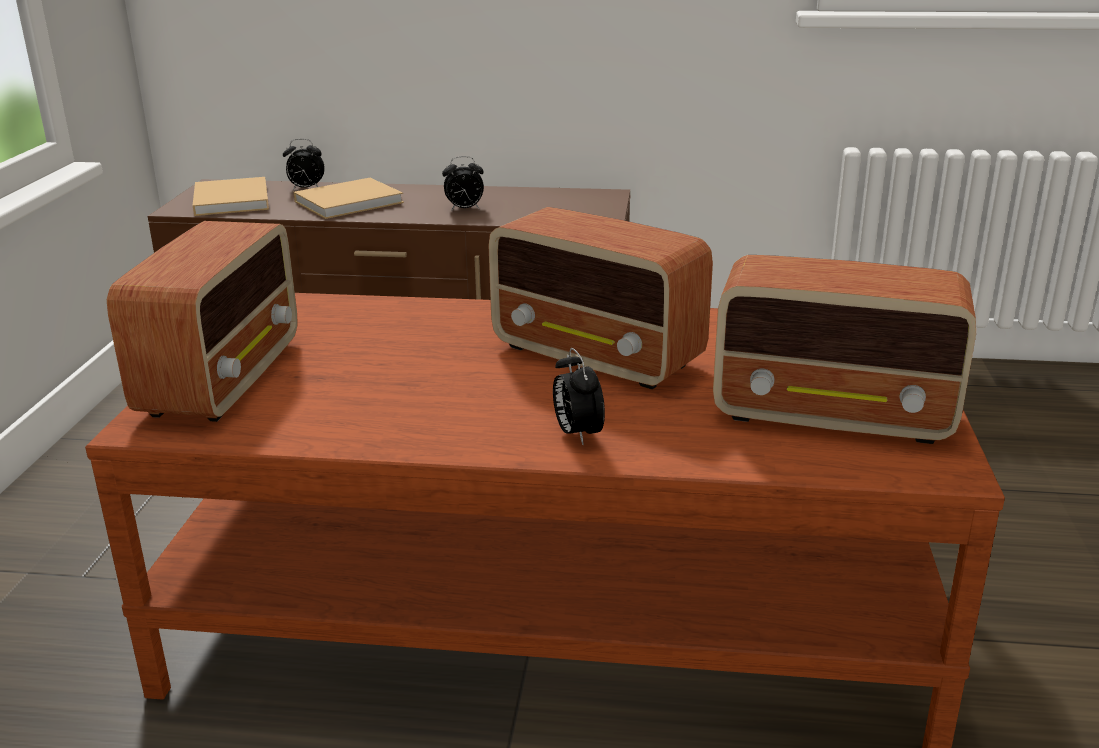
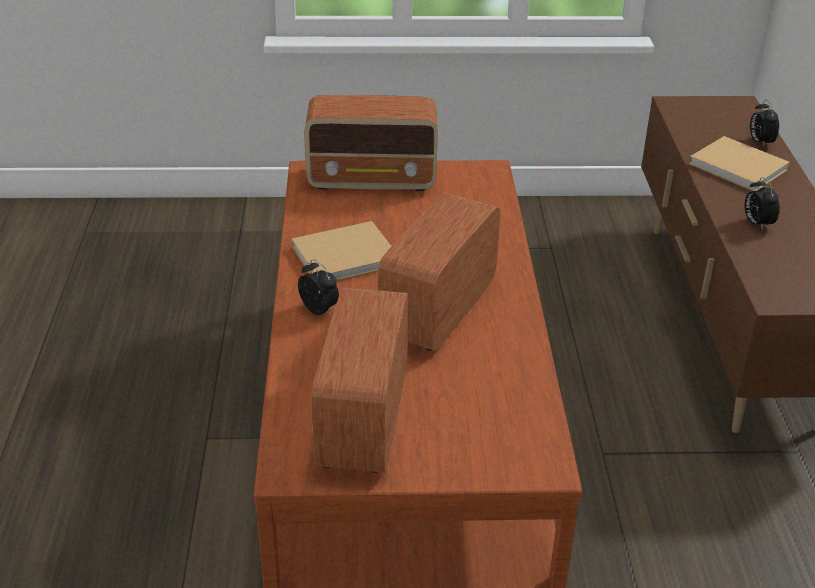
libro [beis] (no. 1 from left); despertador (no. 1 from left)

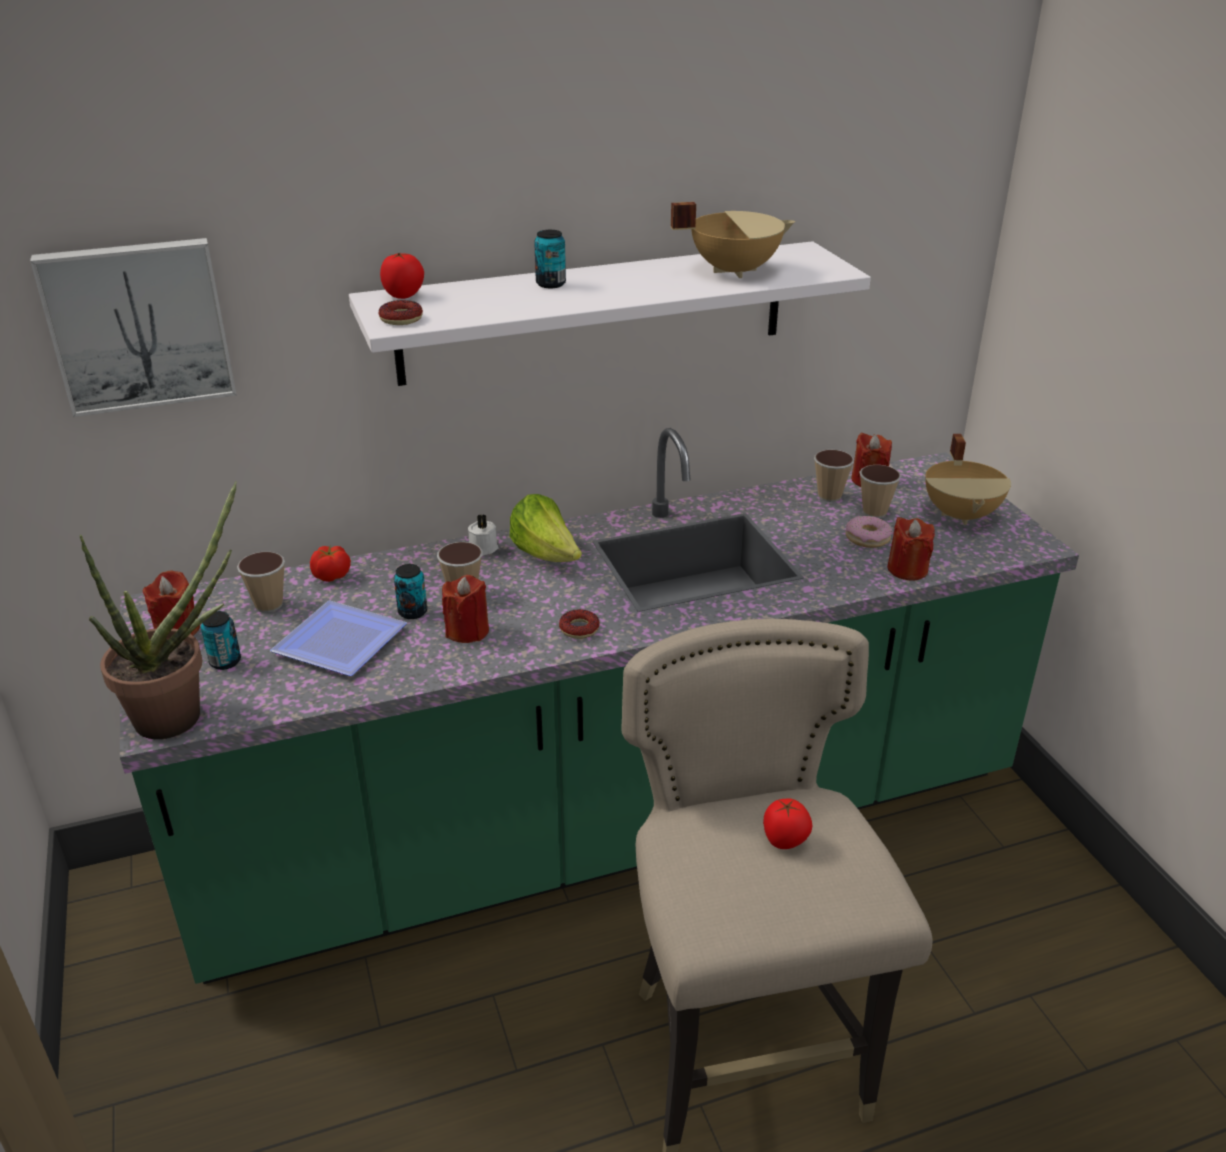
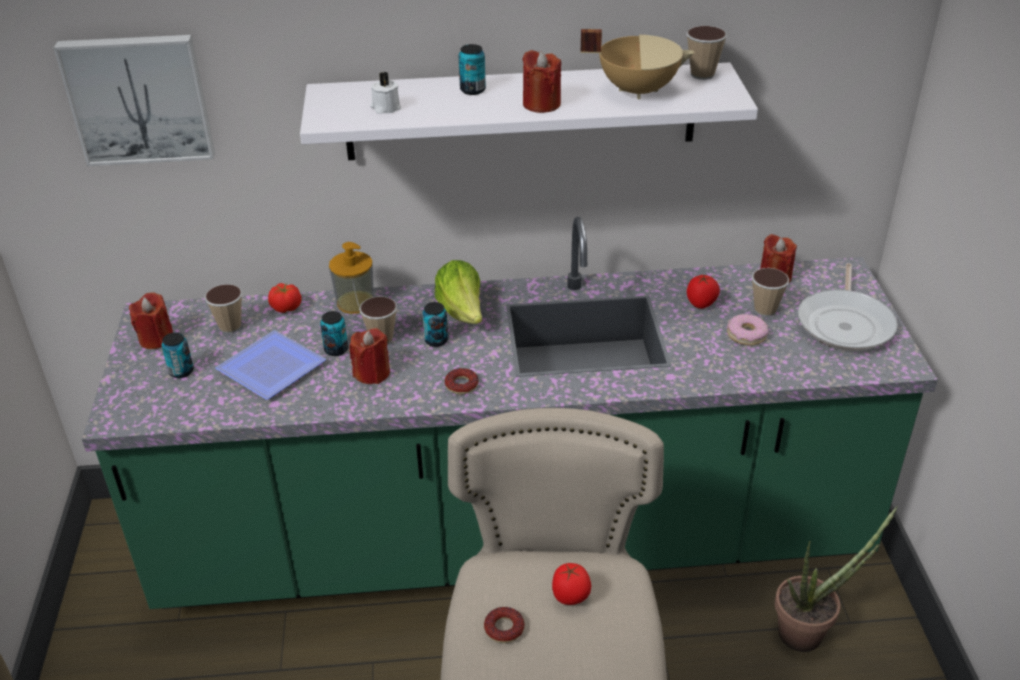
tomate (no. 3 from left); rosquilla (no. 2 from left); sartén; taza (no. 3 from left); planta en maceta; vela [blanco]; vela [rojo] (no. 3 from left); dispensador de jabón; lata (no. 3 from left)

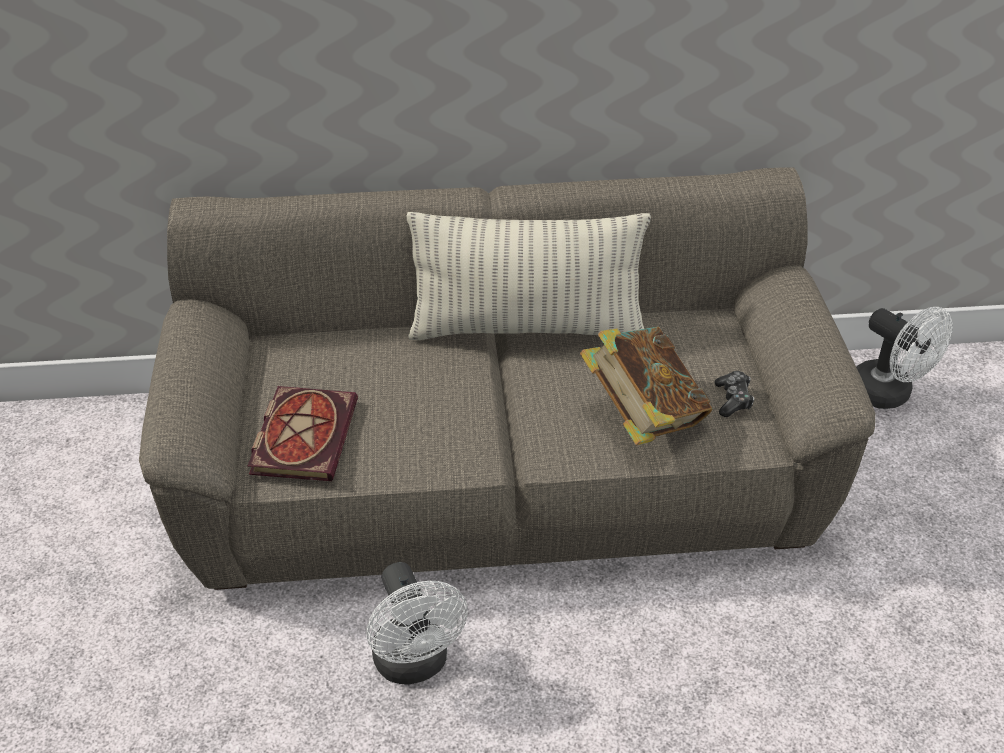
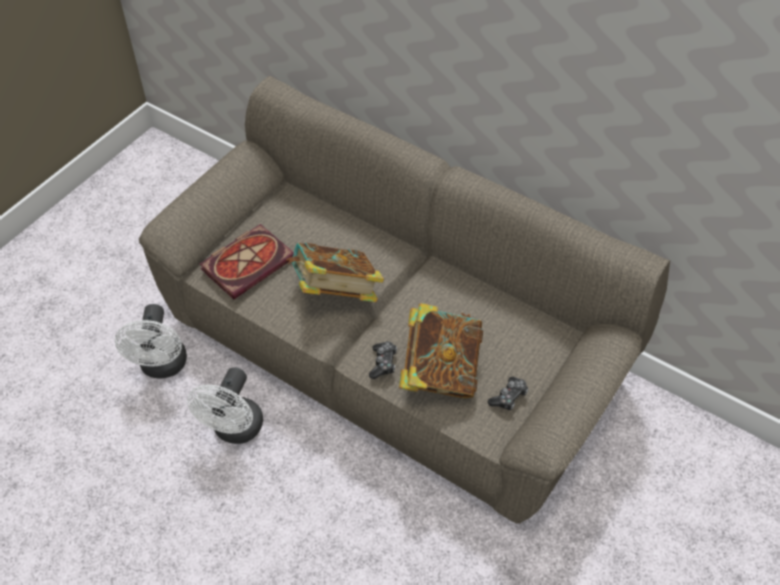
cojín; ventilador [blanco] (no. 1 from left); libro (no. 2 from left); mando de consola (no. 1 from left)

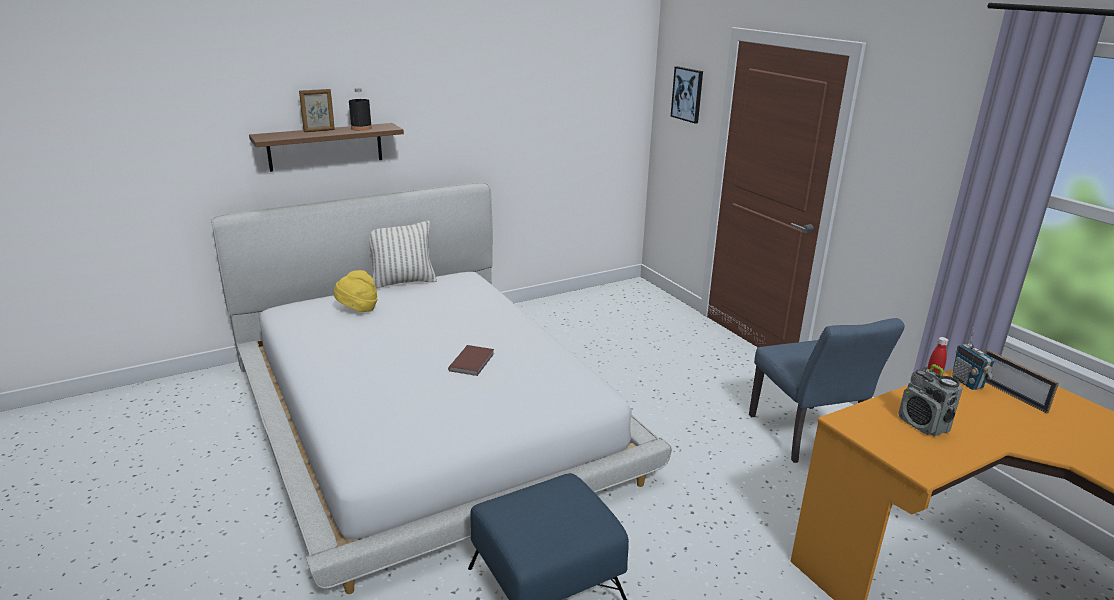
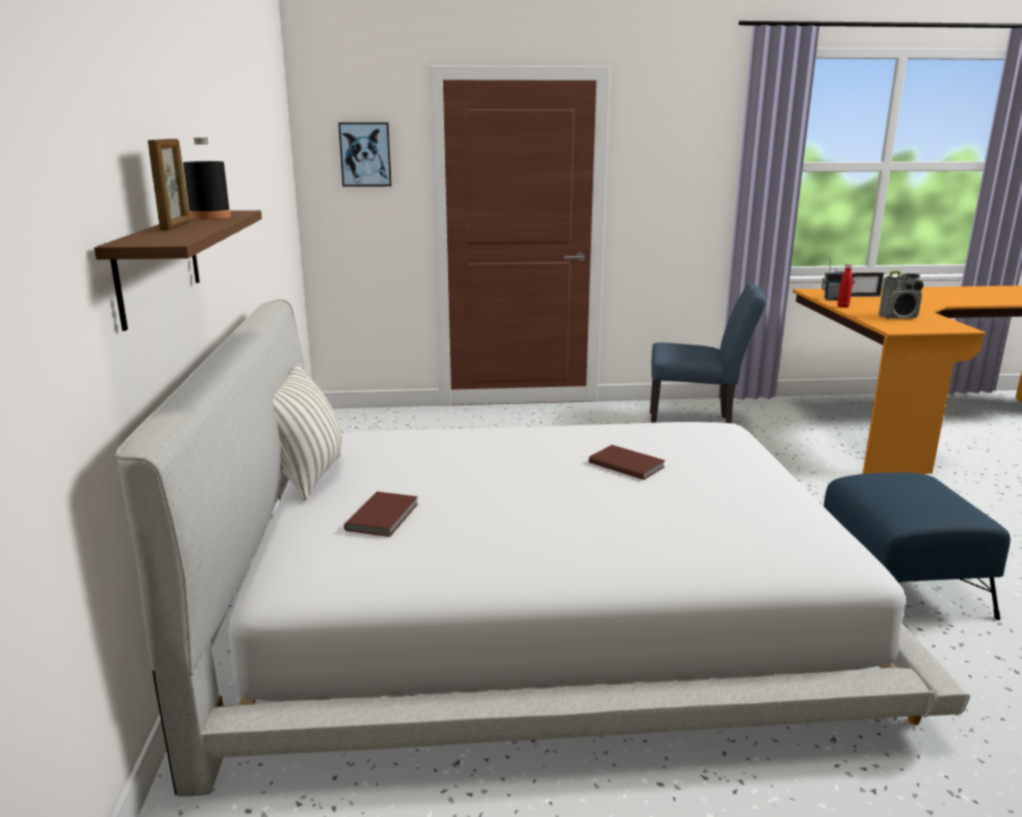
libro [marrón] (no. 1 from left)

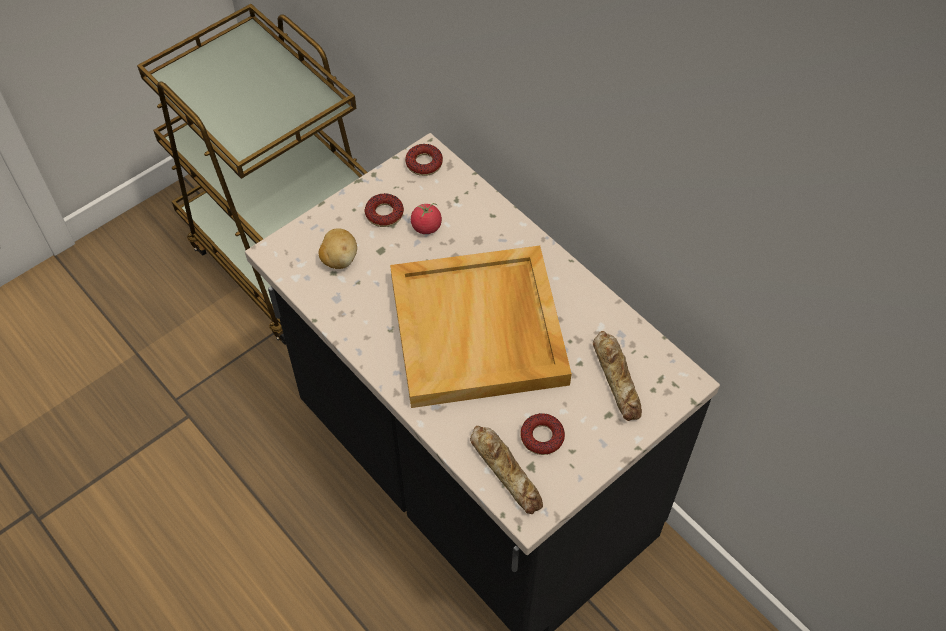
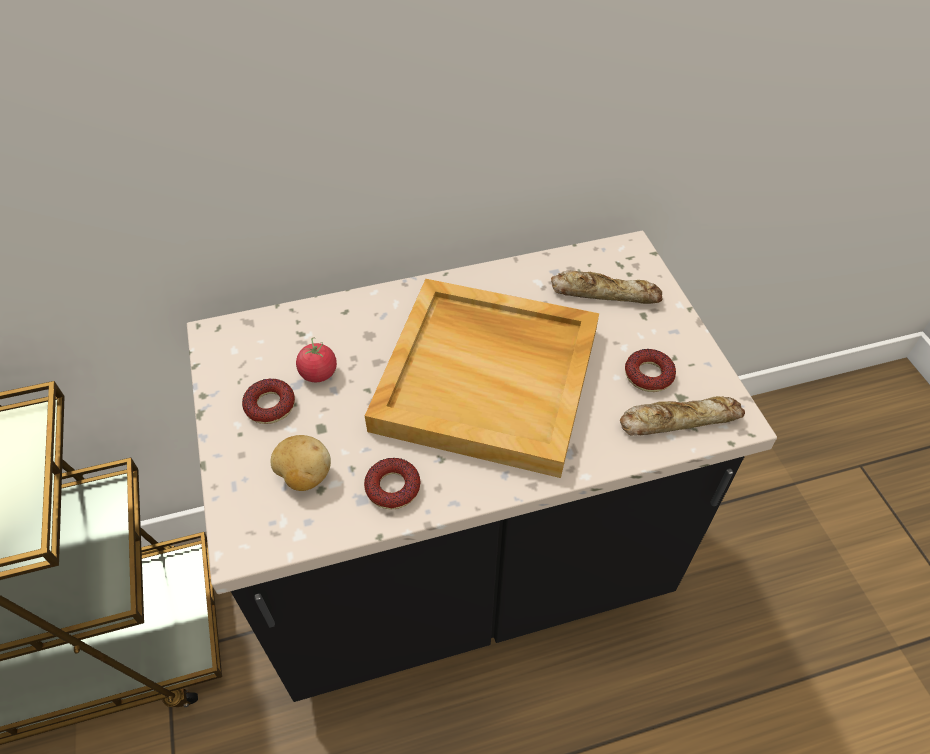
rosquilla (no. 2 from left)

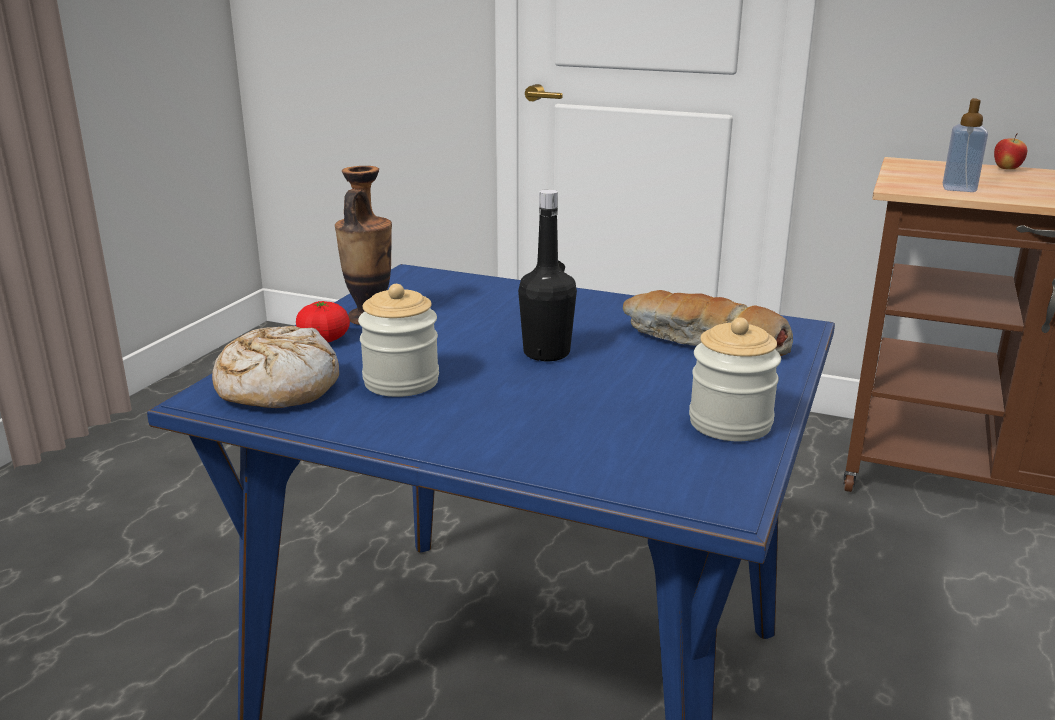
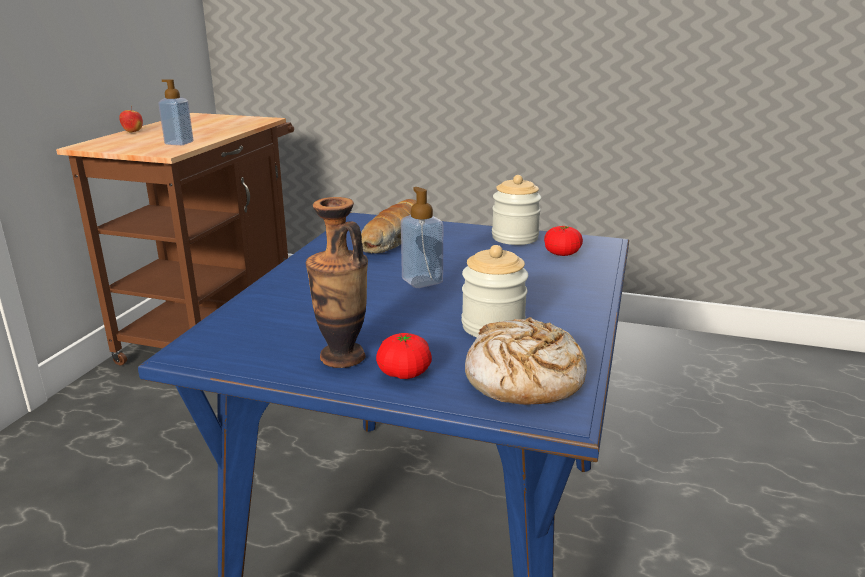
dispensador de jabón (no. 2 from left); tomate (no. 2 from left)

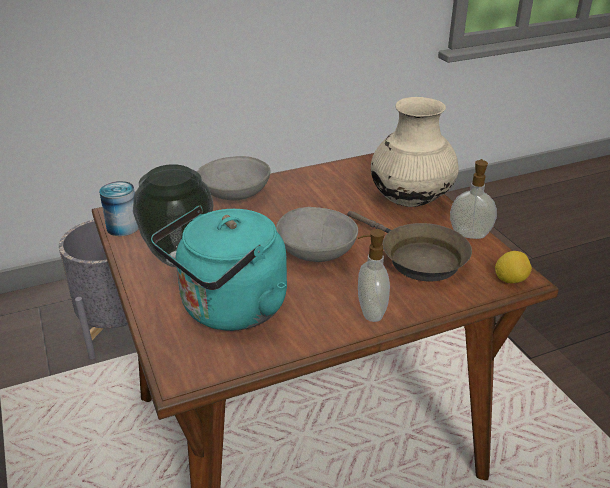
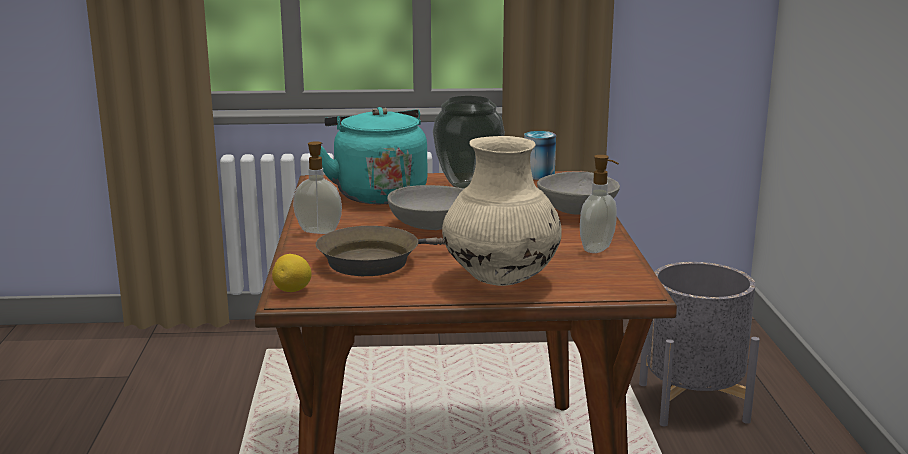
dispensador de jabón (no. 2 from left)

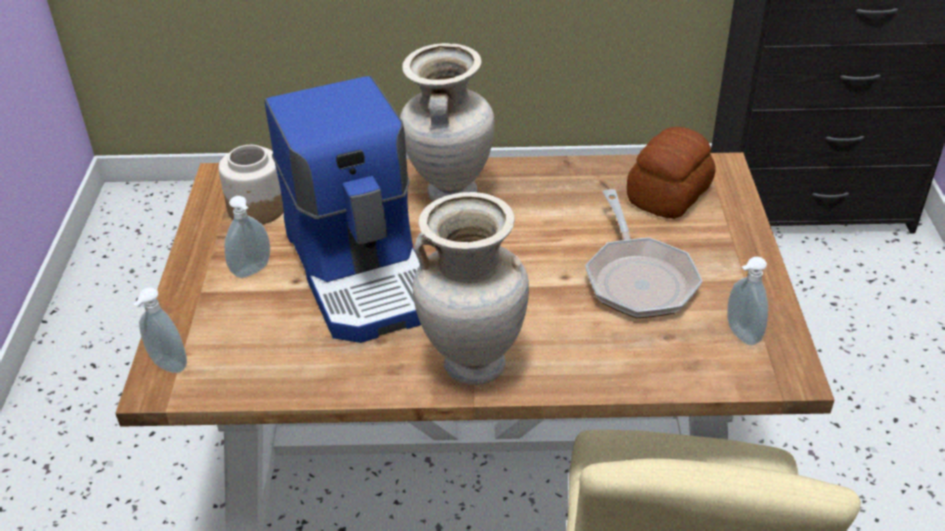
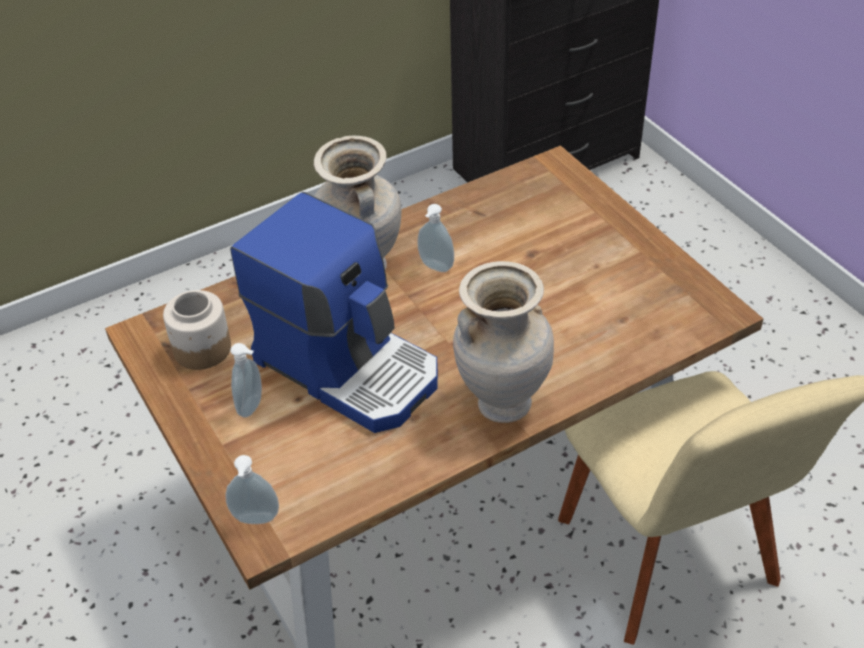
pan; sartén; dispensador de jabón (no. 3 from left)

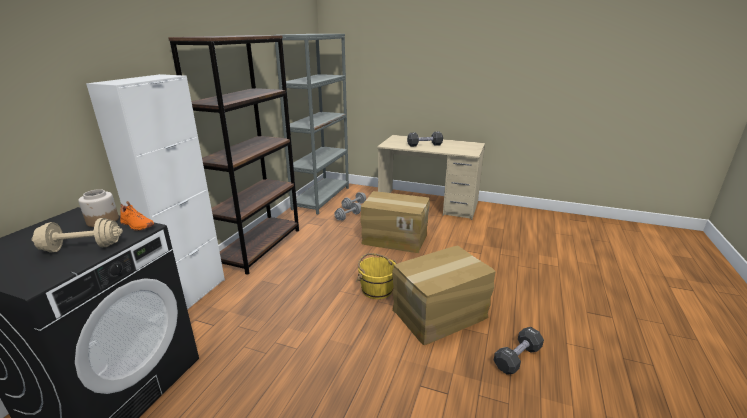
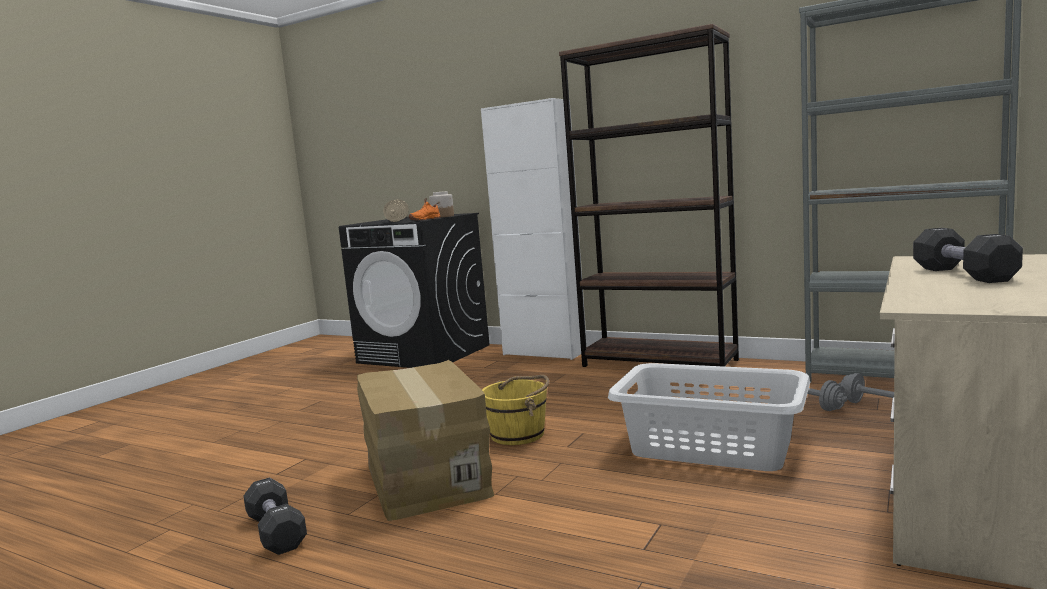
cesto de la ropa [blanco]

